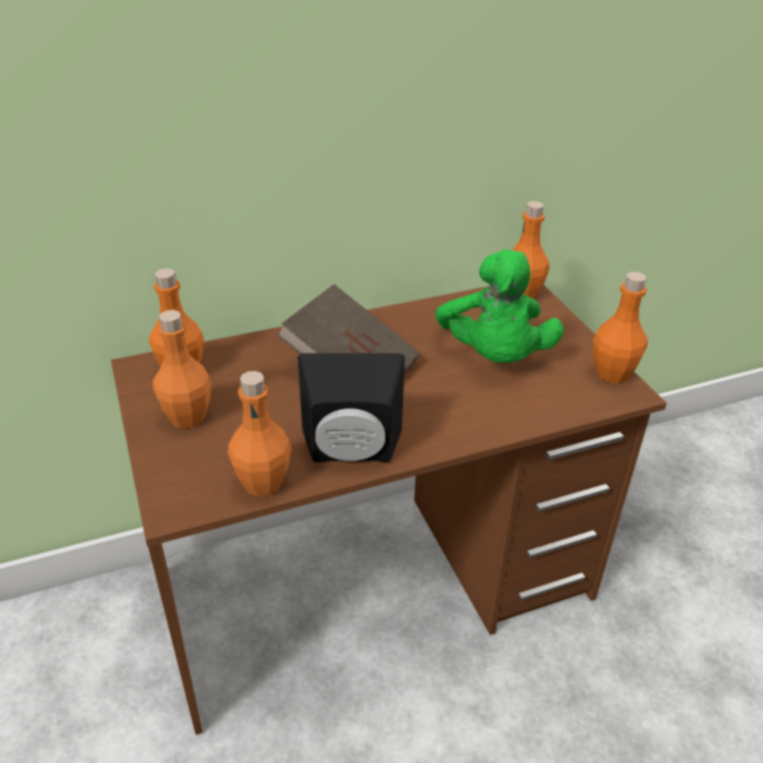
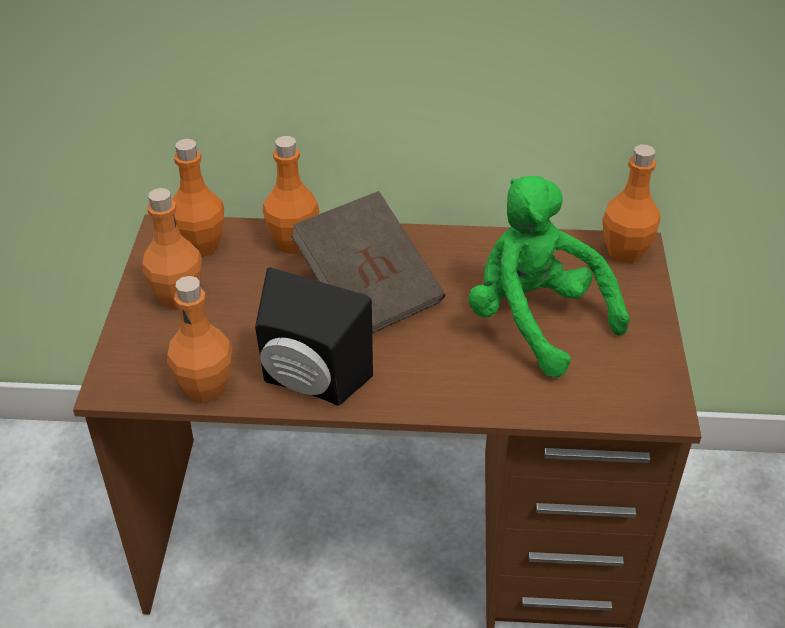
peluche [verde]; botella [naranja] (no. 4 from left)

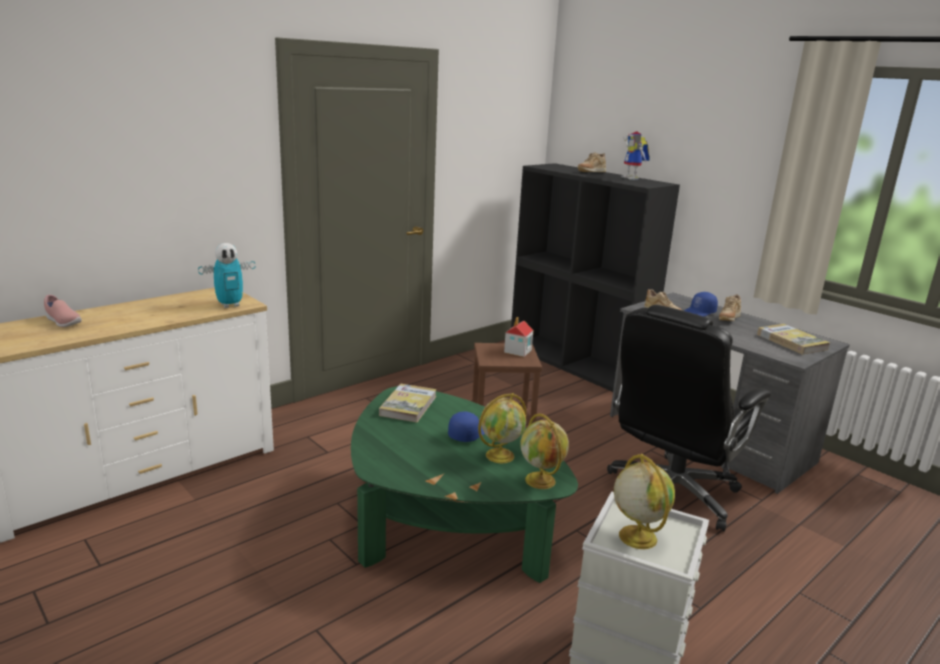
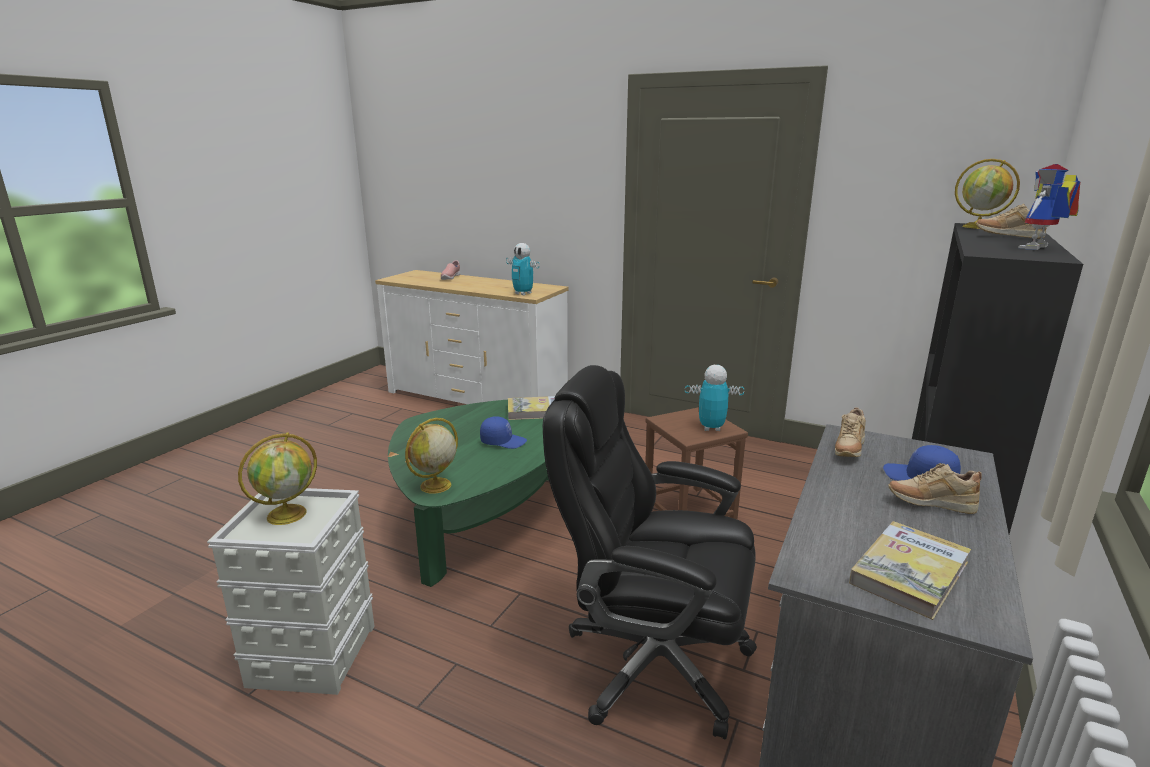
robot de juguete (no. 2 from left); globo terráqueo (no. 3 from left)

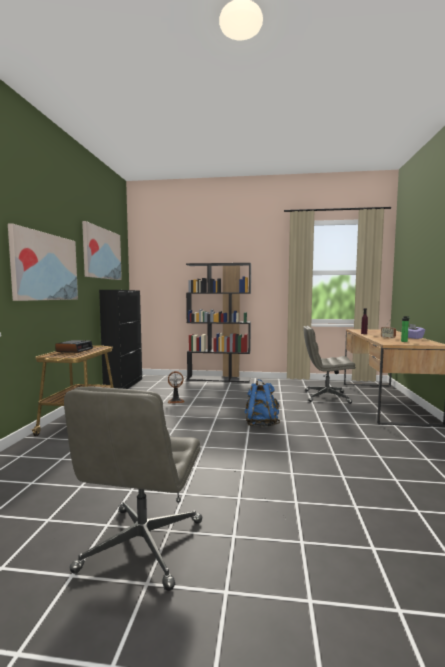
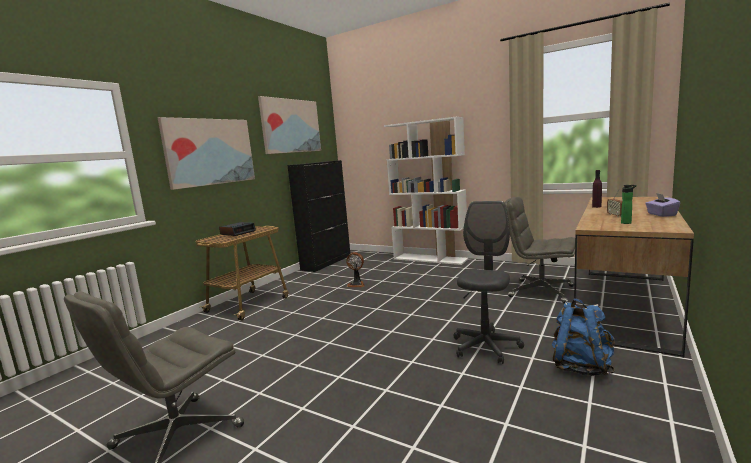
estantería [blanco]; mochila [azul]; silla de oficina [gris] (no. 2 from left)

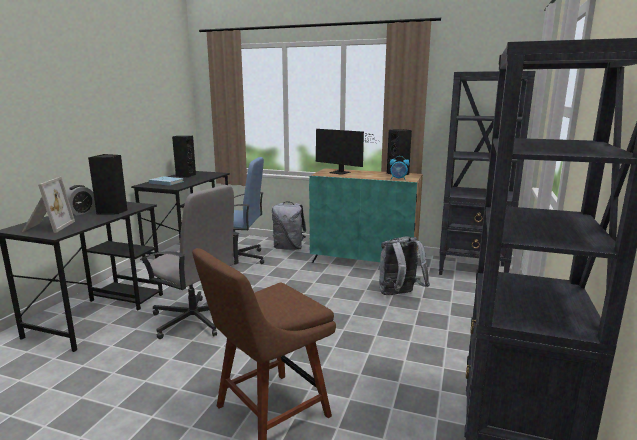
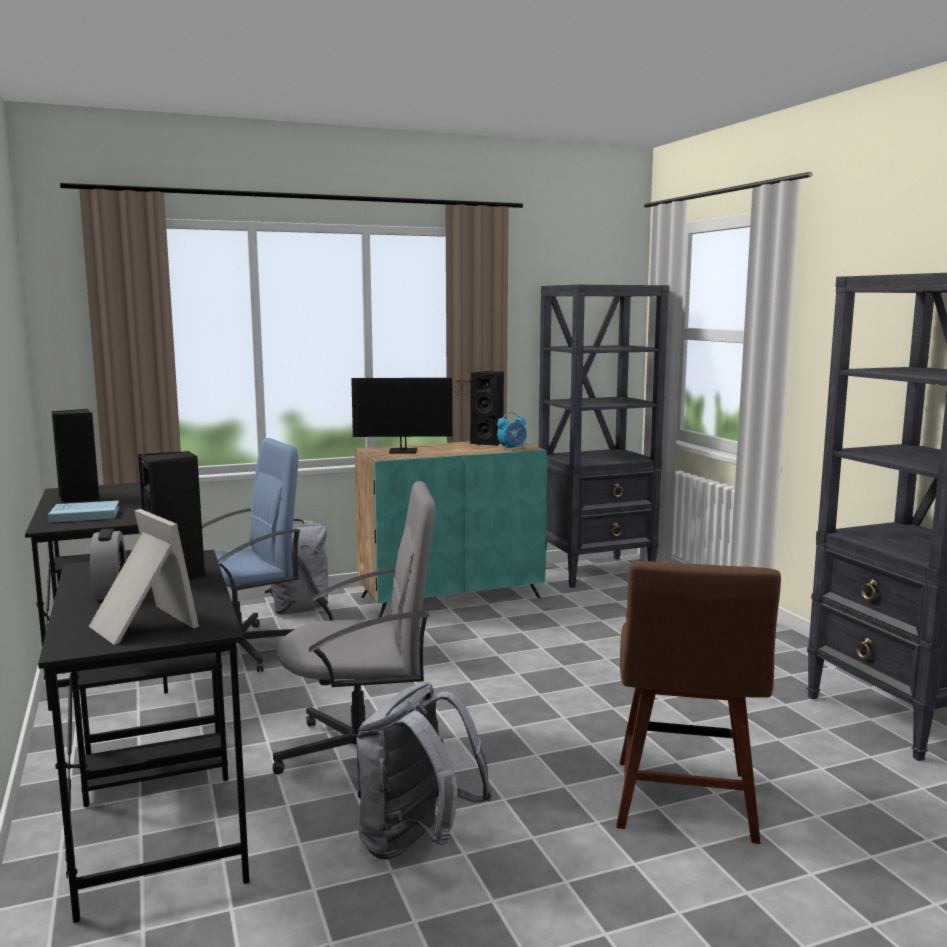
mochila [gris] (no. 2 from left)

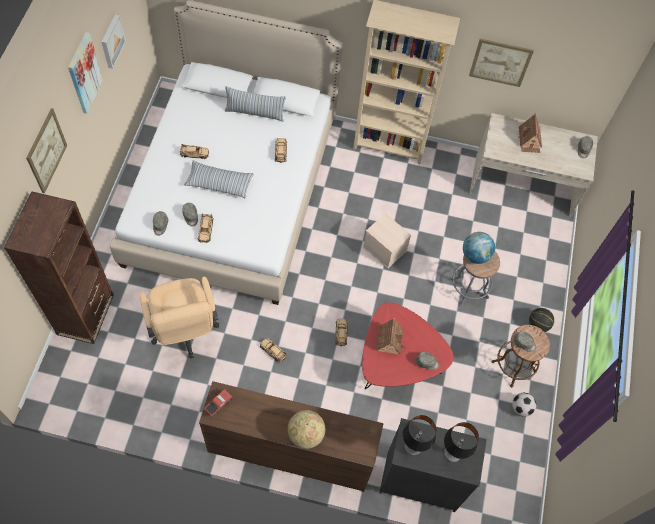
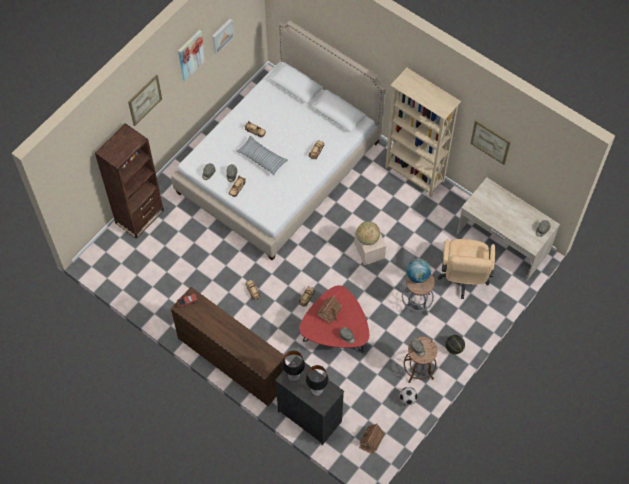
cojín (no. 2 from left in the first image); casita (no. 2 from left); silla de oficina [beis]; globo terráqueo (no. 1 from left)

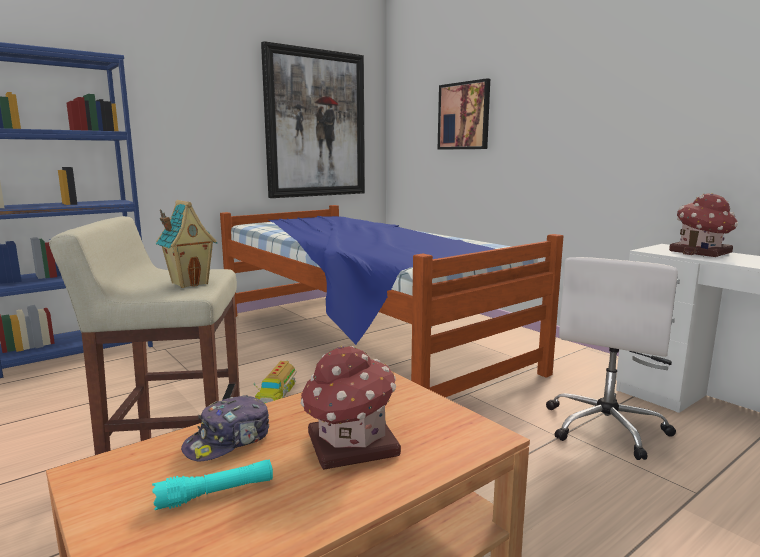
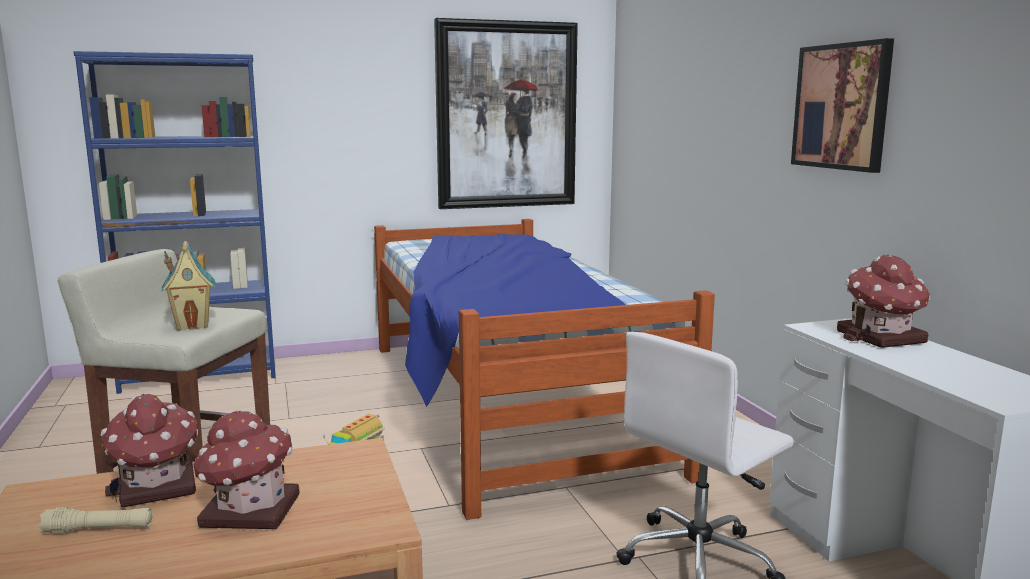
cuadro (no. 2 from left); casita (no. 1 from left); linterna [beis]

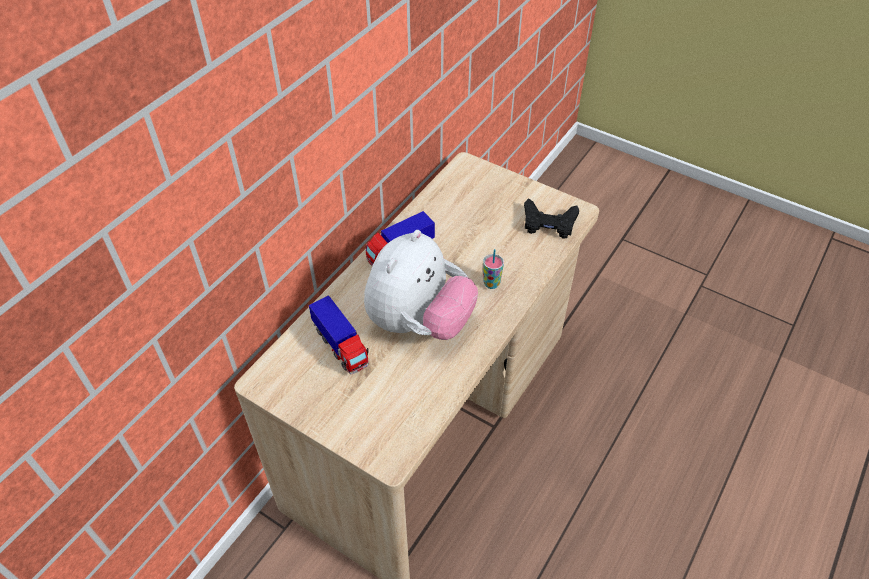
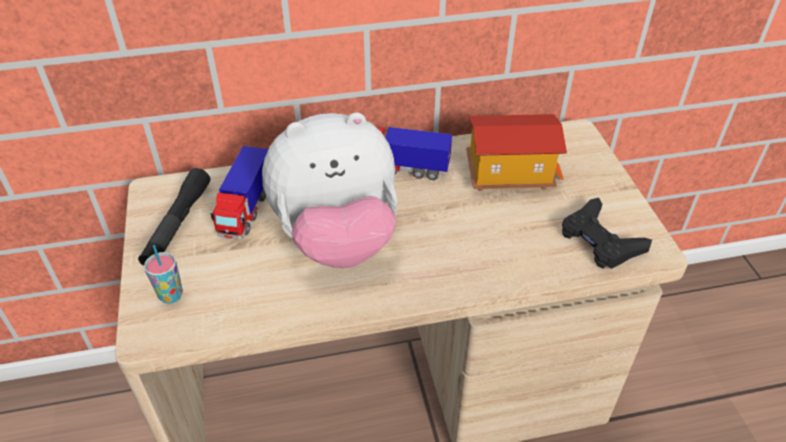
taza; casita; linterna [negro]

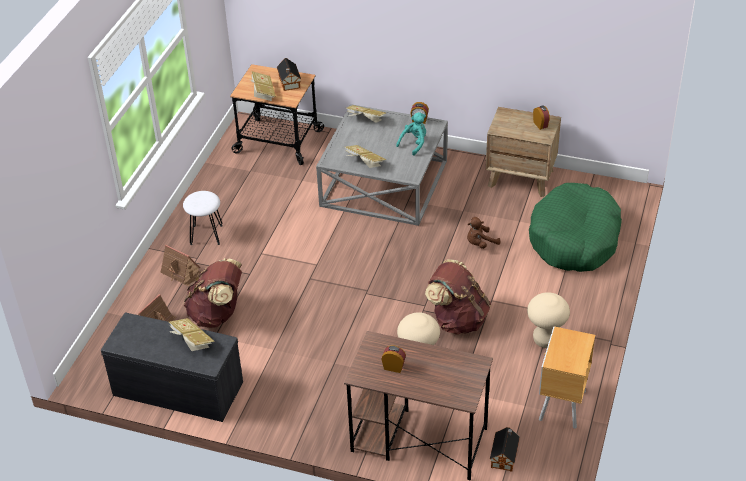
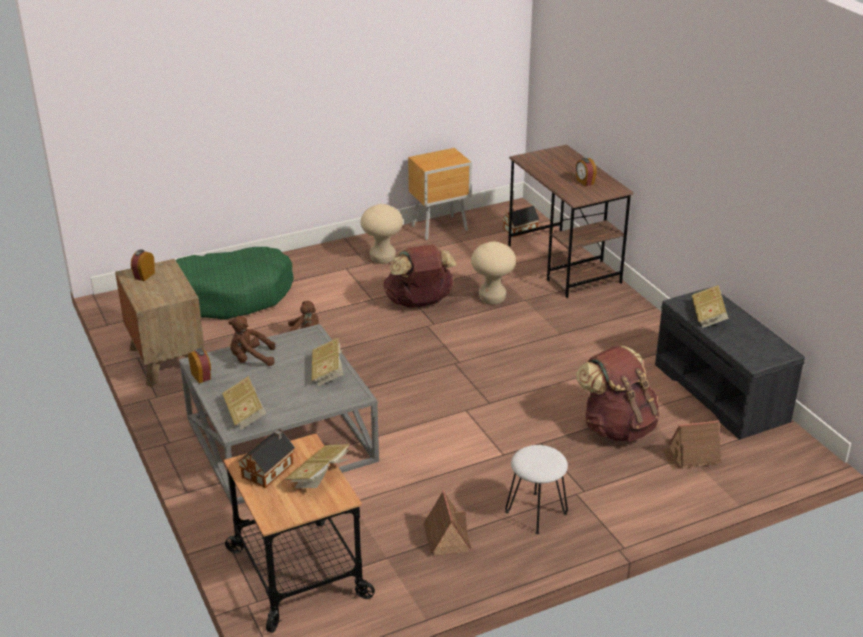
peluche [marrón] (no. 1 from left); casita (no. 2 from left)

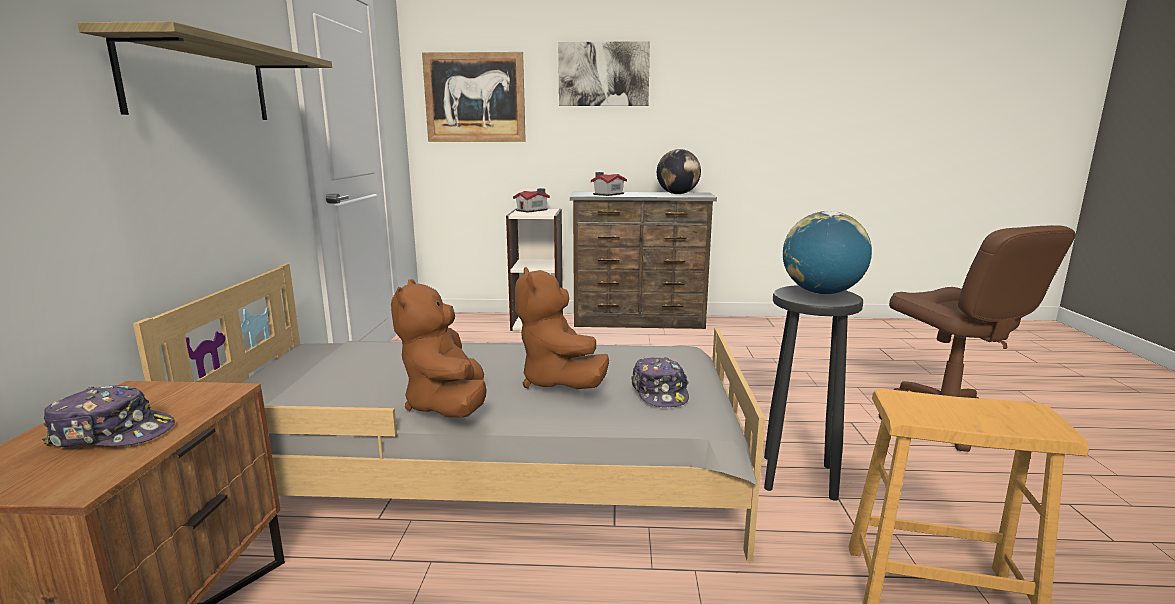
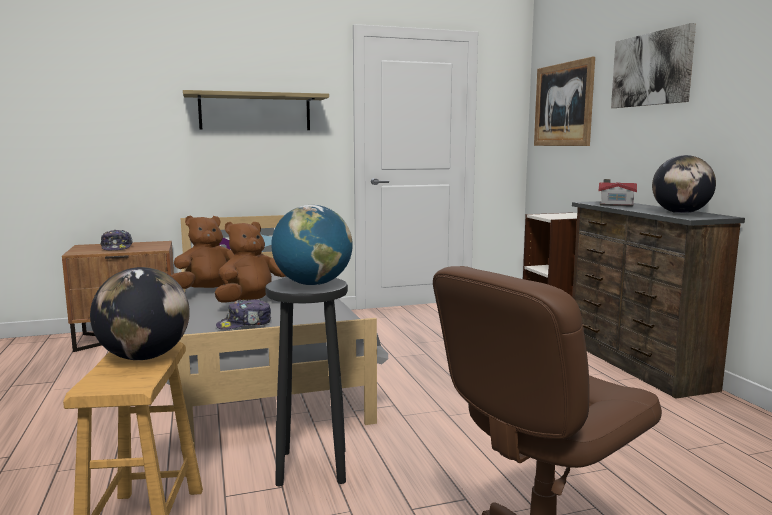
casita (no. 1 from left in the first image); globo terráqueo (no. 1 from left)

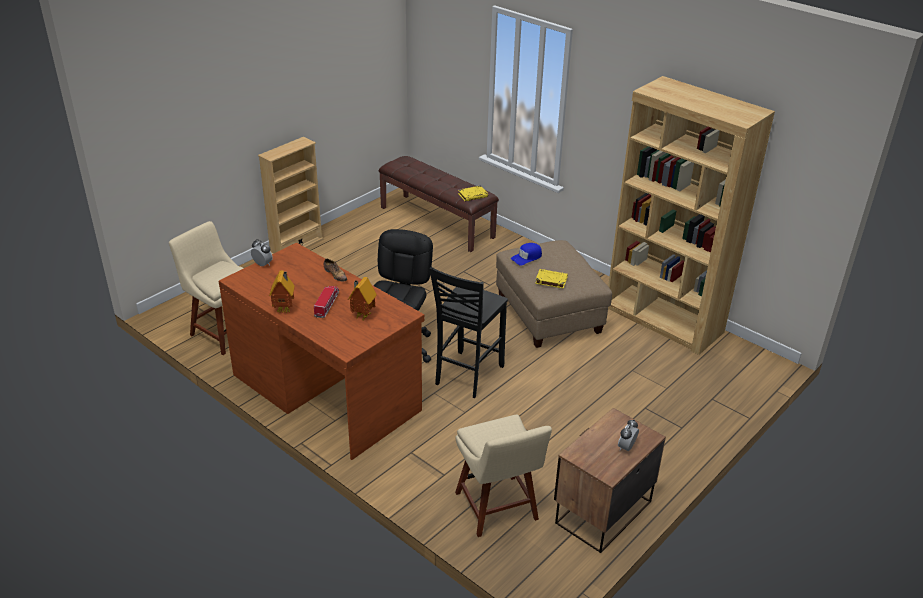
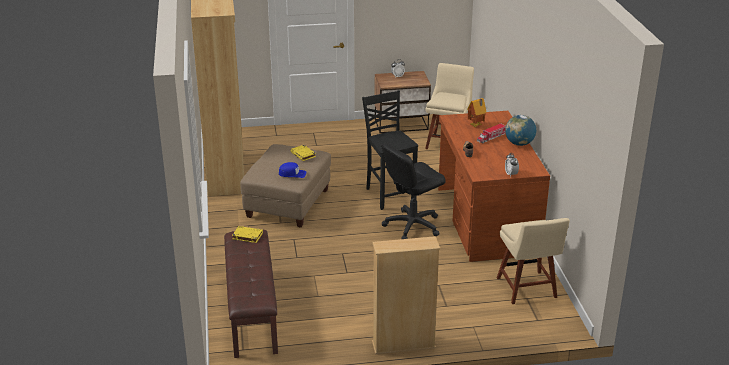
silla [negro]; globo terráqueo

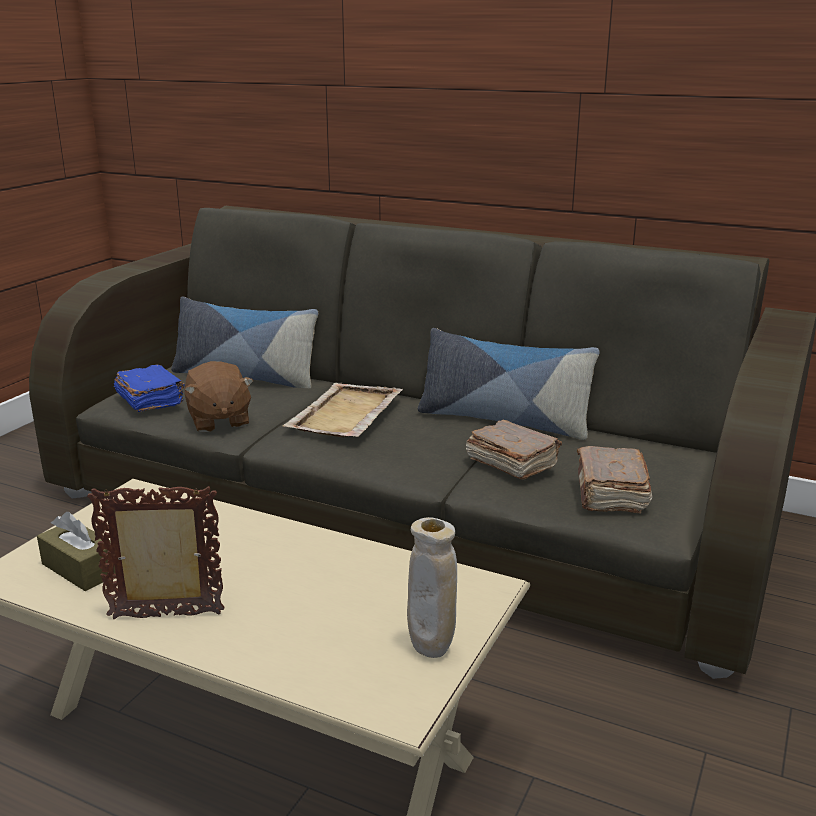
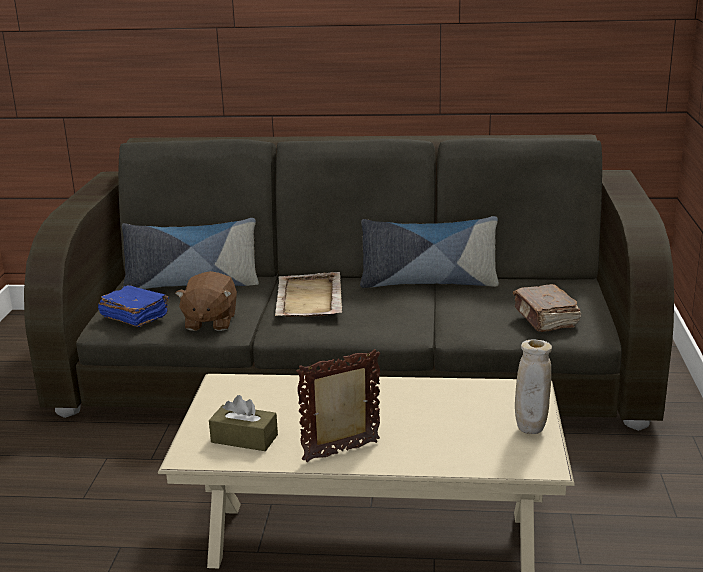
peluche [marrón]; libro [marrón] (no. 1 from left in the first image)

